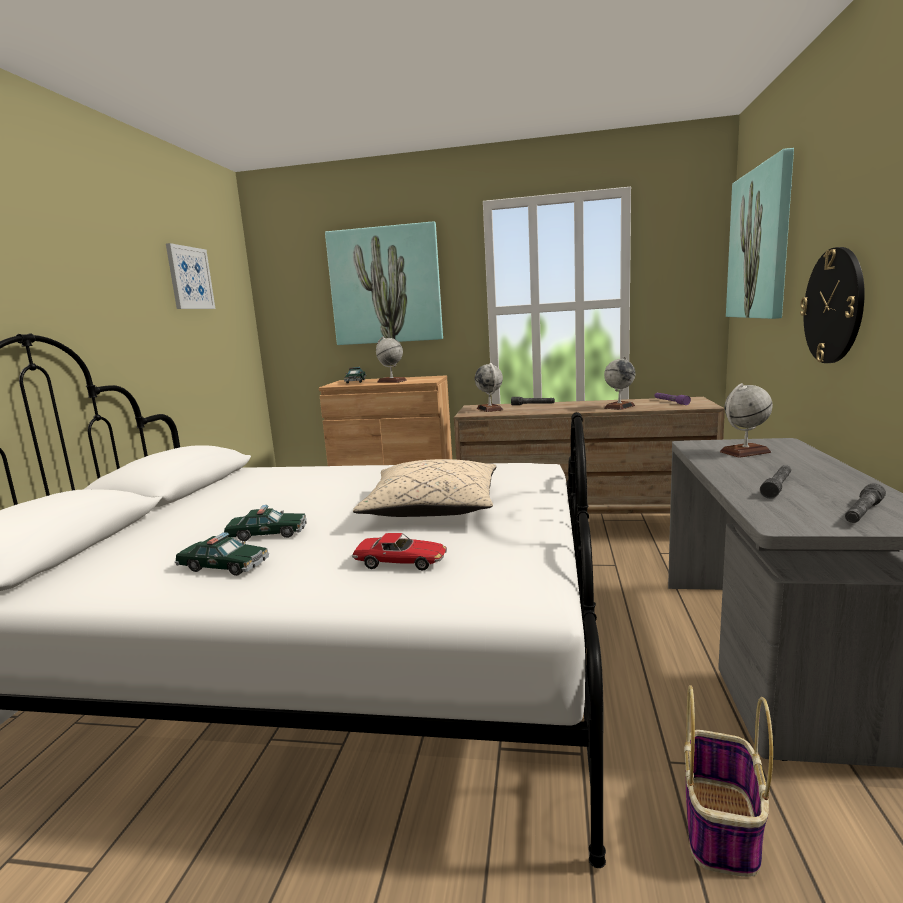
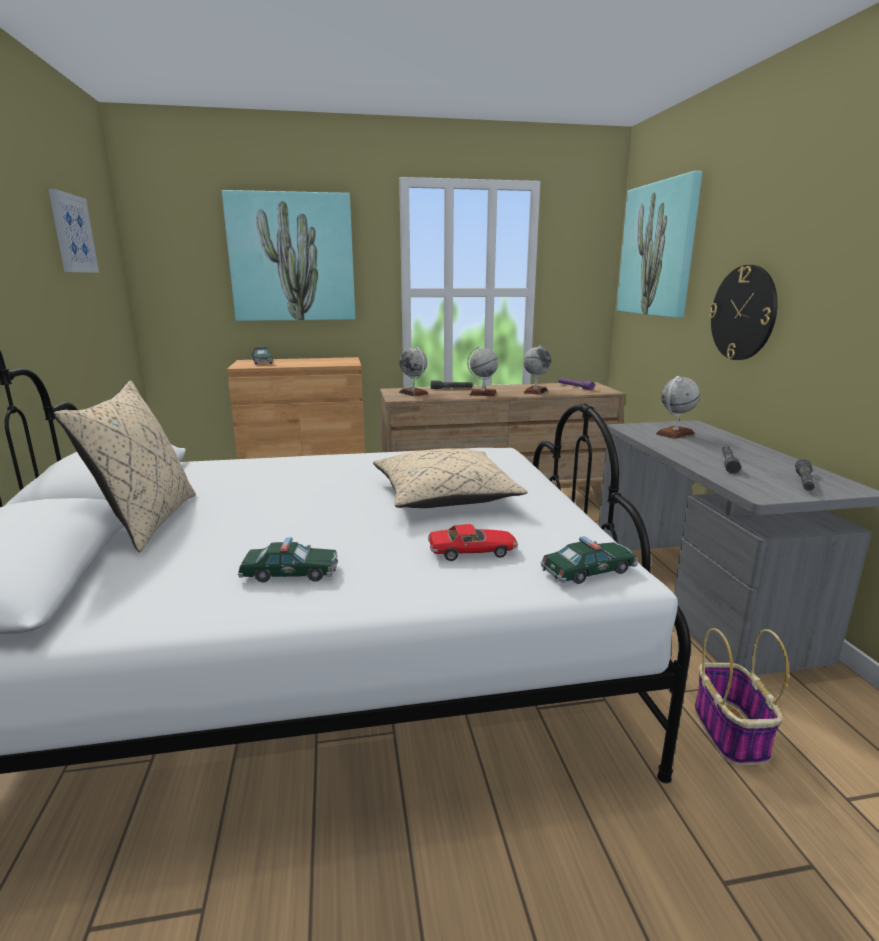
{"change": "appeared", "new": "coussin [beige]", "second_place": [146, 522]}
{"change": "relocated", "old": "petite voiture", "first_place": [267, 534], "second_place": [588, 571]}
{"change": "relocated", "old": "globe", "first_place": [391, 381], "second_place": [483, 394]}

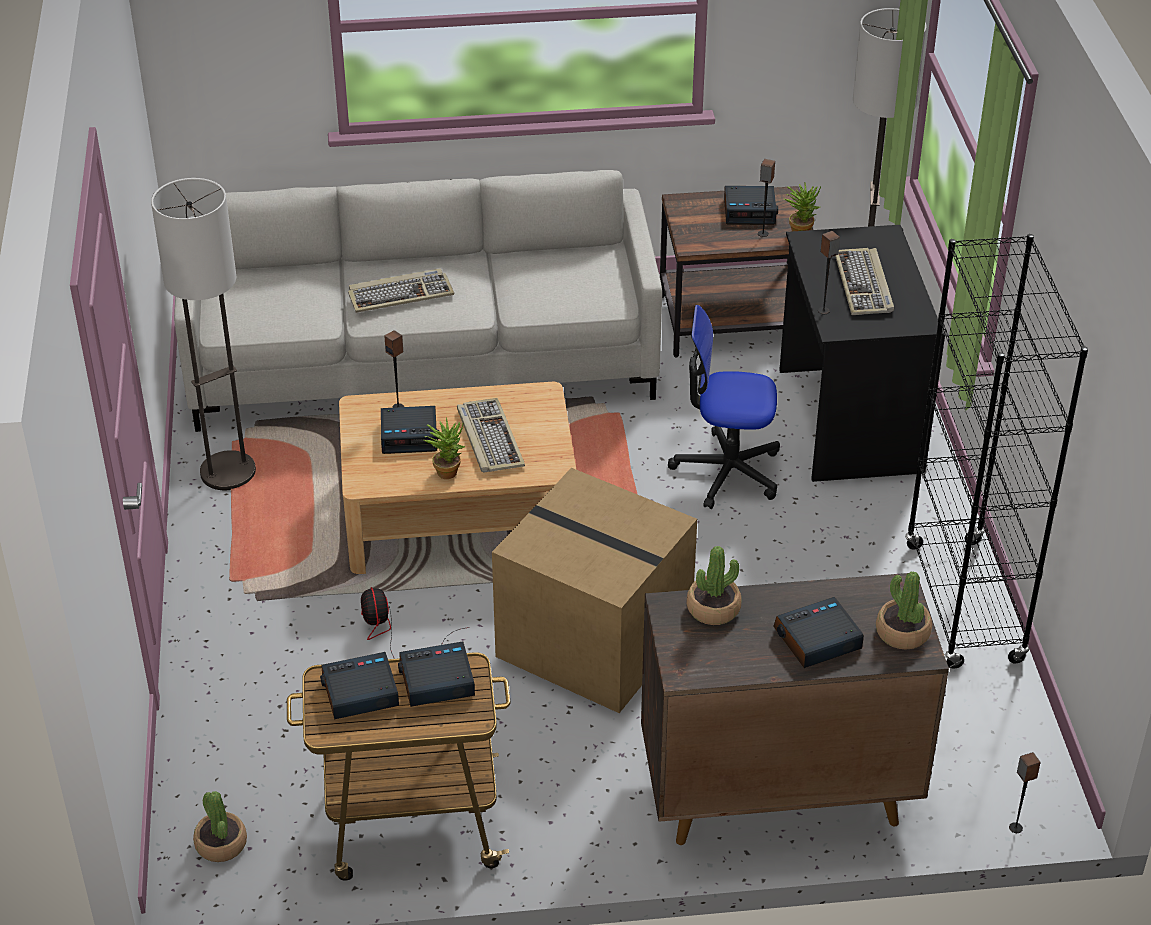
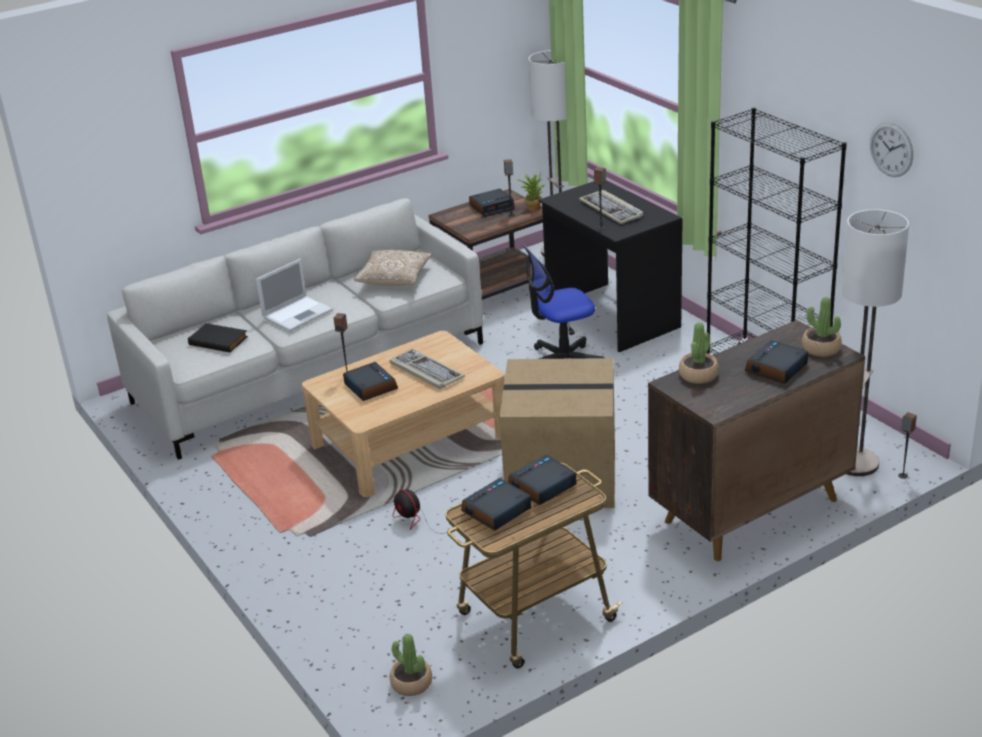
{"change": "missing", "old": "plante en pot", "first_place": [447, 470]}
{"change": "appeared", "new": "livre [noir]", "second_place": [219, 340]}
{"change": "appeared", "new": "coussin", "second_place": [394, 278]}
{"change": "appeared", "new": "horloge murale", "second_place": [891, 149]}
{"change": "relocated", "old": "lampadaire", "first_place": [228, 472], "second_place": [856, 463]}
{"change": "exchanged", "old": "clavier", "new": "ordinateur portable", "first_place": [401, 294], "second_place": [298, 313]}
{"change": "spun", "old": "réveil", "first_place": [410, 435], "second_place": [370, 387], "degrees": -90}

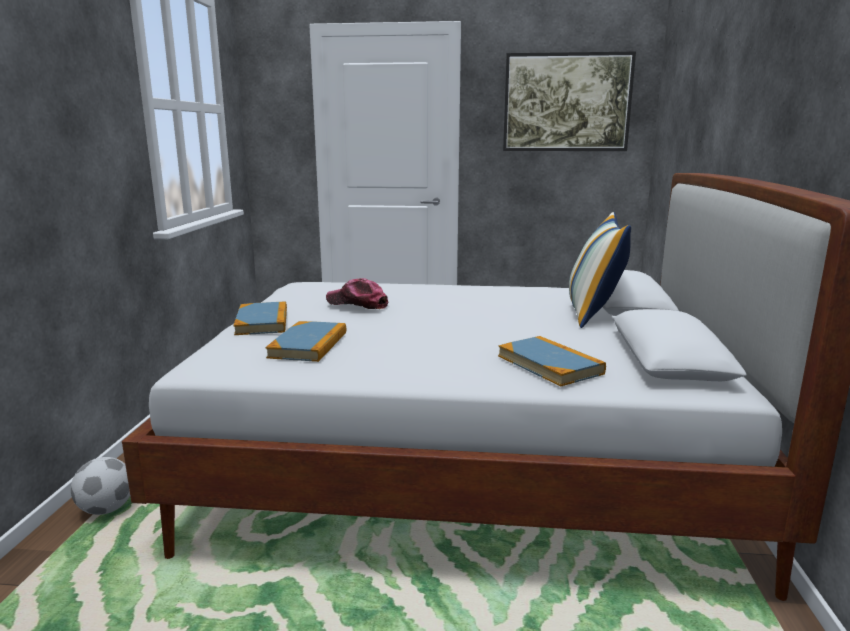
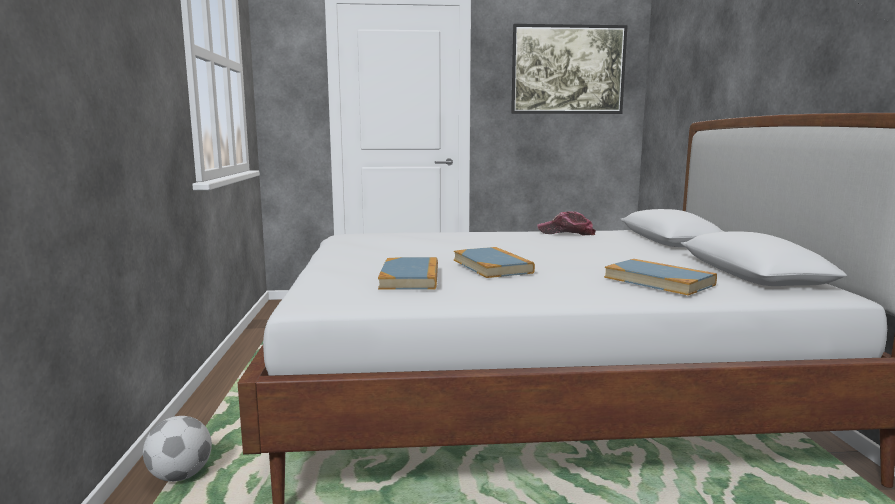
{"change": "missing", "old": "coussin", "first_place": [593, 313]}
{"change": "relocated", "old": "livre", "first_place": [262, 322], "second_place": [492, 266]}
{"change": "relocated", "old": "casquette", "first_place": [357, 303], "second_place": [566, 233]}

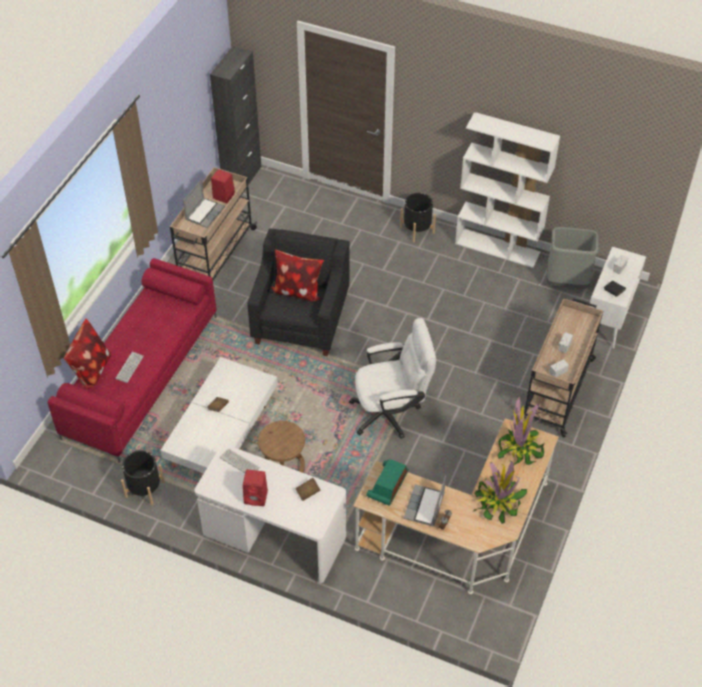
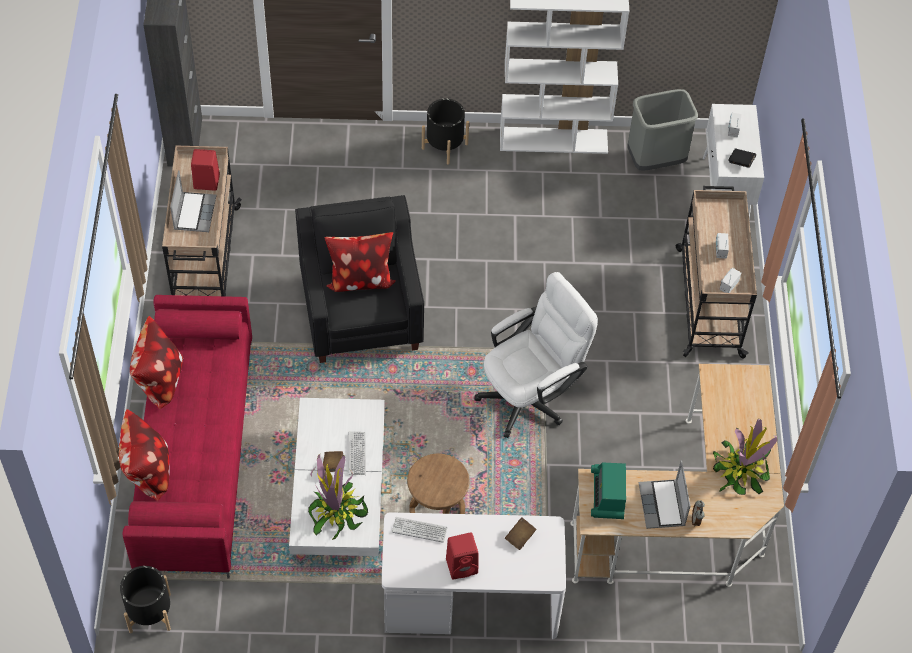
{"change": "appeared", "new": "coussin", "second_place": [159, 381]}
{"change": "relocated", "old": "clavier", "first_place": [129, 367], "second_place": [357, 454]}
{"change": "relocated", "old": "cache-pot [noir]", "first_place": [145, 489], "second_place": [150, 613]}
{"change": "relocated", "old": "plante en pot", "first_place": [519, 449], "second_place": [336, 512]}

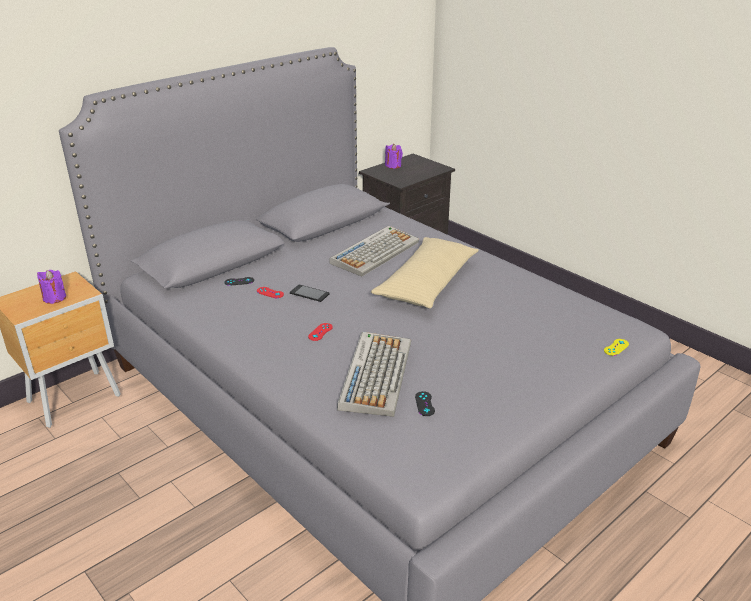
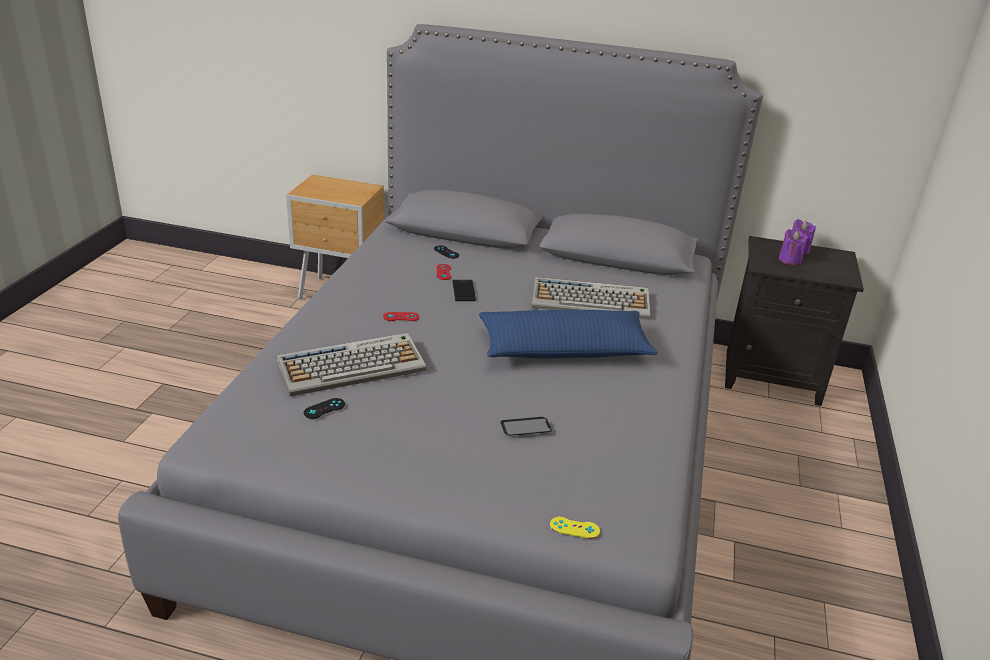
{"change": "appeared", "new": "téléphone", "second_place": [525, 427]}
{"change": "relocated", "old": "bougie [violet]", "first_place": [54, 298], "second_place": [789, 260]}
{"change": "colour", "old": "coussin [beige]", "new": "coussin [bleu]", "first_place": [427, 283], "second_place": [564, 349]}

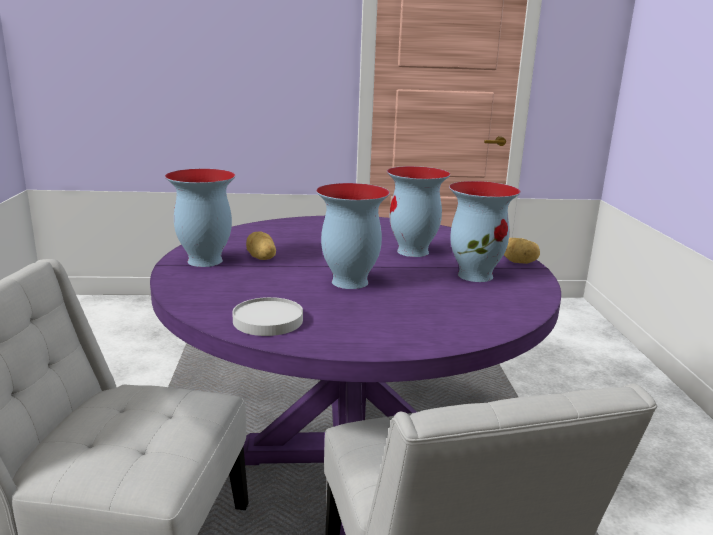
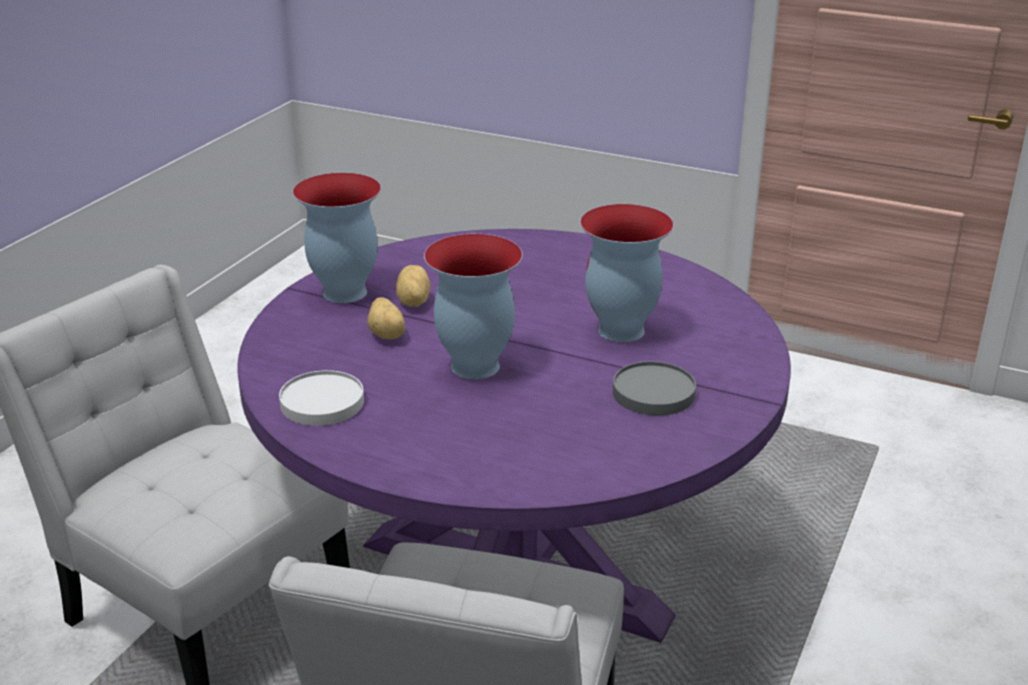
{"change": "relocated", "old": "pomme de terre", "first_place": [518, 262], "second_place": [387, 334]}
{"change": "exchanged", "old": "vase", "new": "assiette [gris]", "first_place": [475, 275], "second_place": [654, 393]}

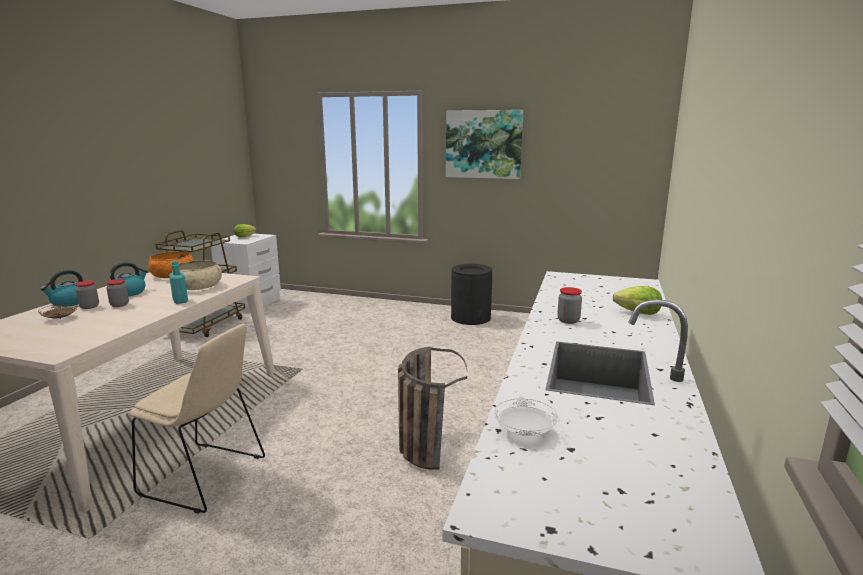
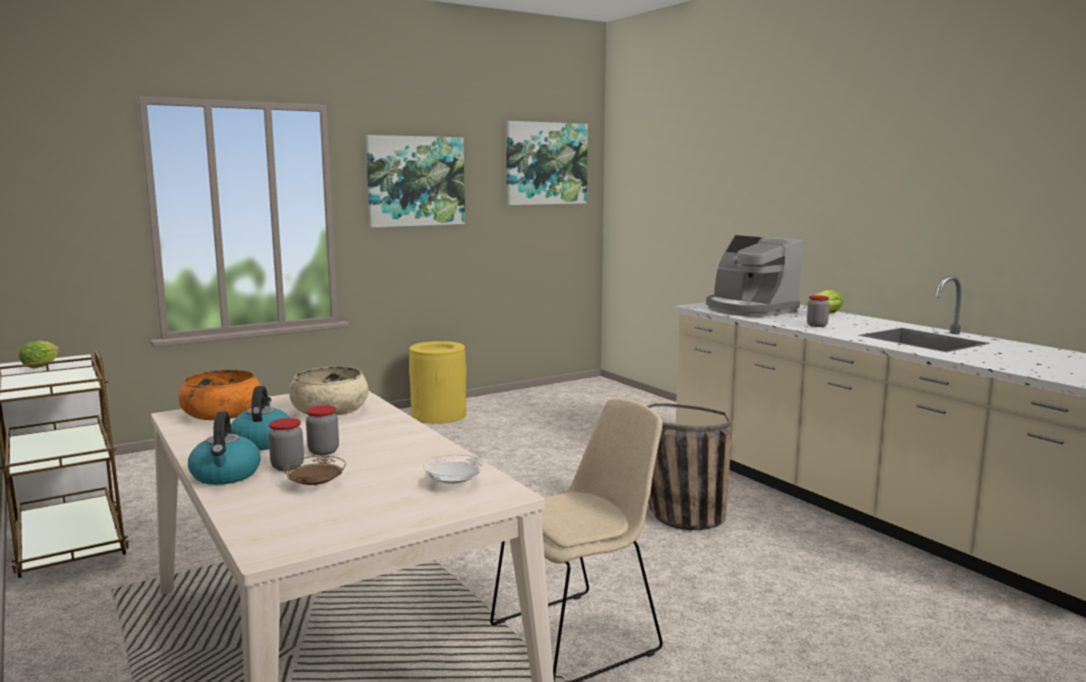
{"change": "missing", "old": "bouteille [turquoise]", "first_place": [180, 301]}
{"change": "appeared", "new": "tableau", "second_place": [546, 163]}
{"change": "appeared", "new": "machine à café", "second_place": [748, 309]}
{"change": "relocated", "old": "assiette [blanc]", "first_place": [524, 432], "second_place": [453, 483]}
{"change": "colour", "old": "poubelle [noir]", "new": "poubelle [jaune]", "first_place": [471, 318], "second_place": [439, 415]}

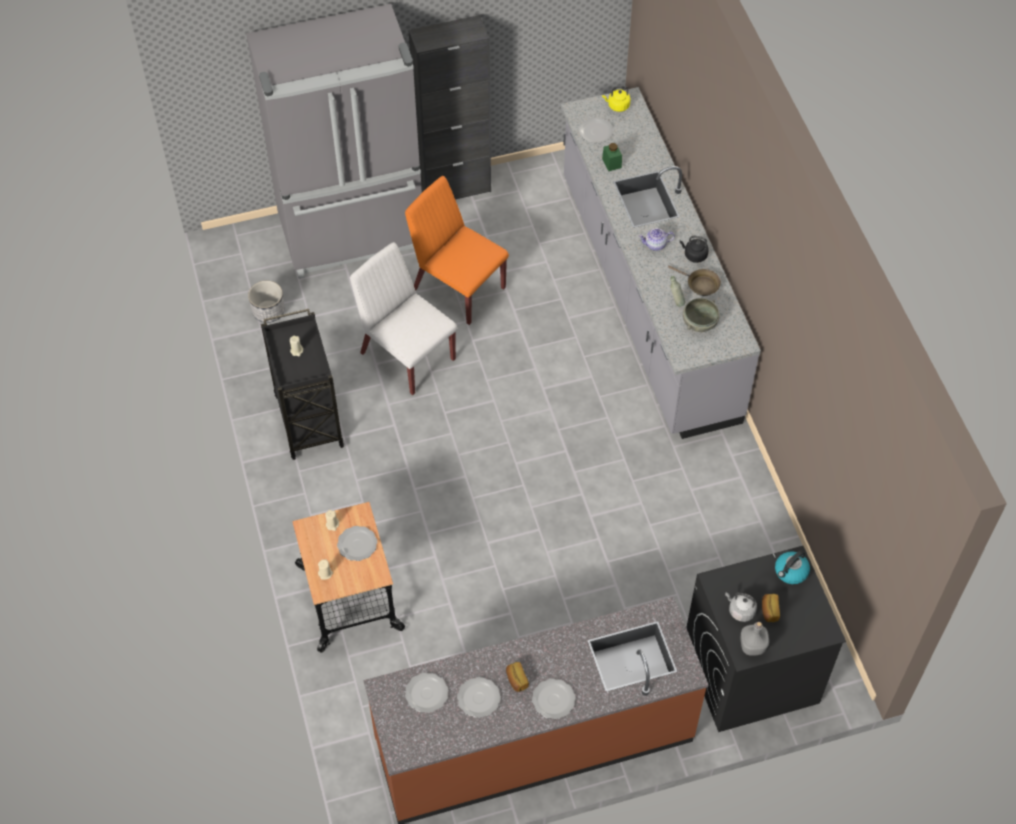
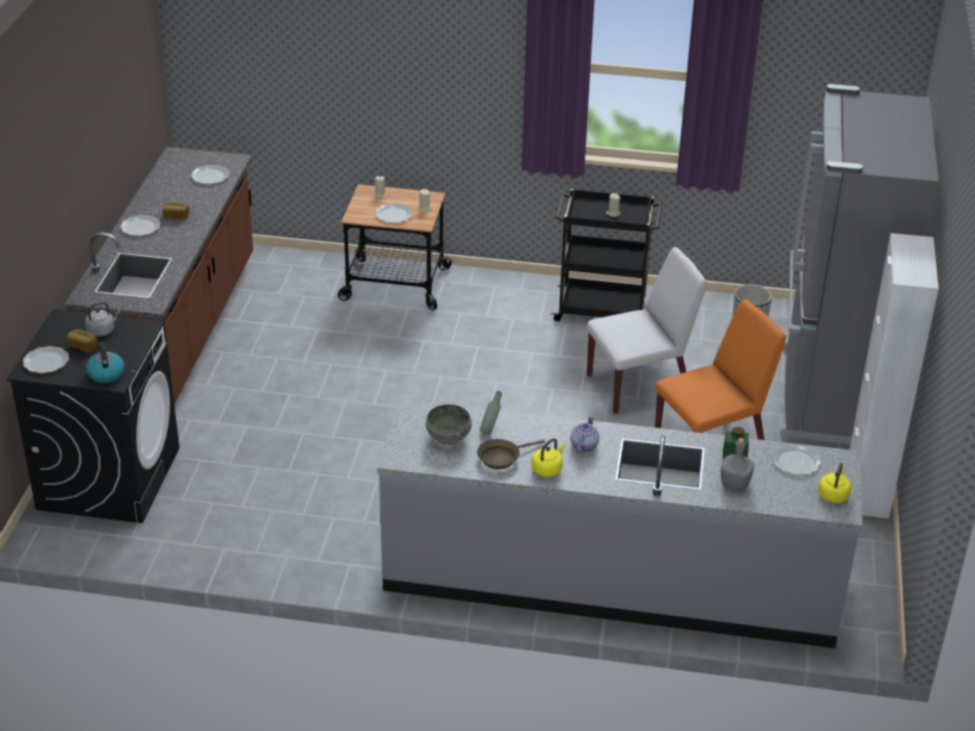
{"change": "relocated", "old": "assiette", "first_place": [478, 697], "second_place": [47, 361]}
{"change": "relocated", "old": "bouteille [gris]", "first_place": [752, 647], "second_place": [734, 484]}
{"change": "colour", "old": "meuble de rangement [noir]", "new": "meuble de rangement [blanc]", "first_place": [454, 188], "second_place": [867, 487]}
{"change": "colour", "old": "bouilloire [noir]", "new": "bouilloire [jaune]", "first_place": [694, 255], "second_place": [548, 469]}

